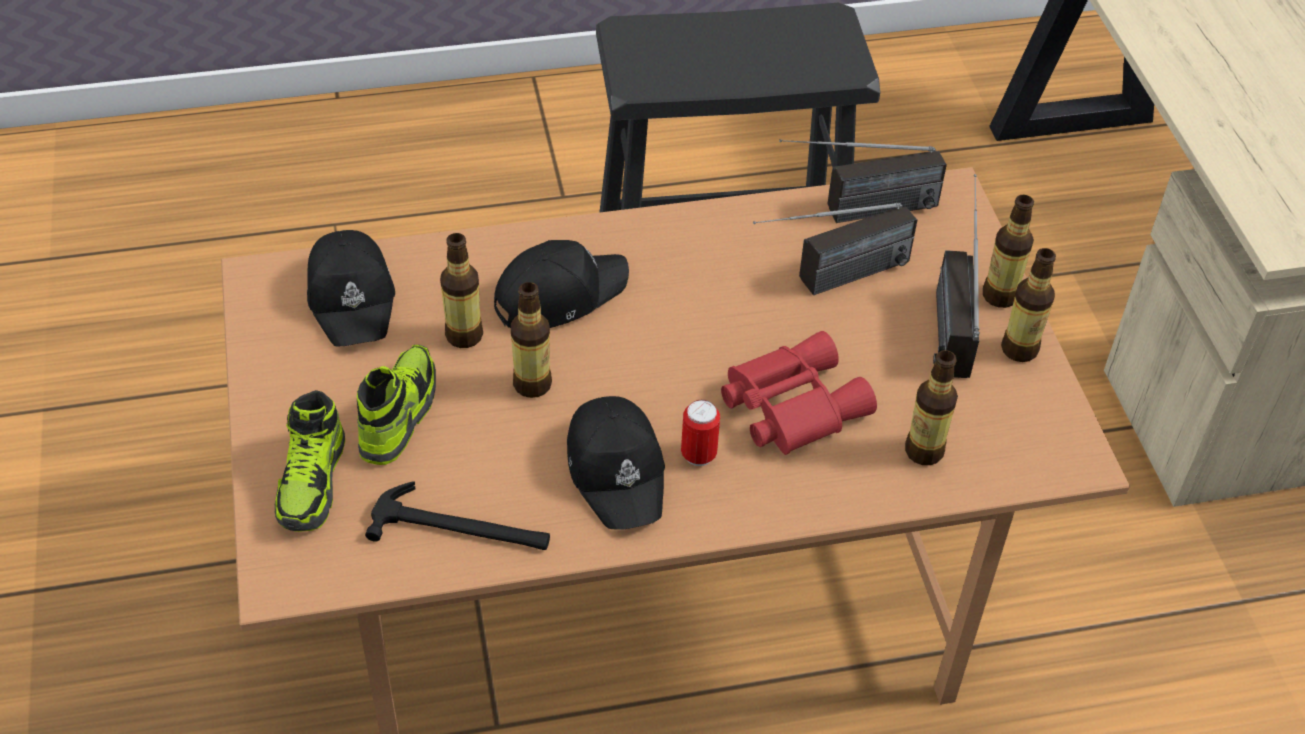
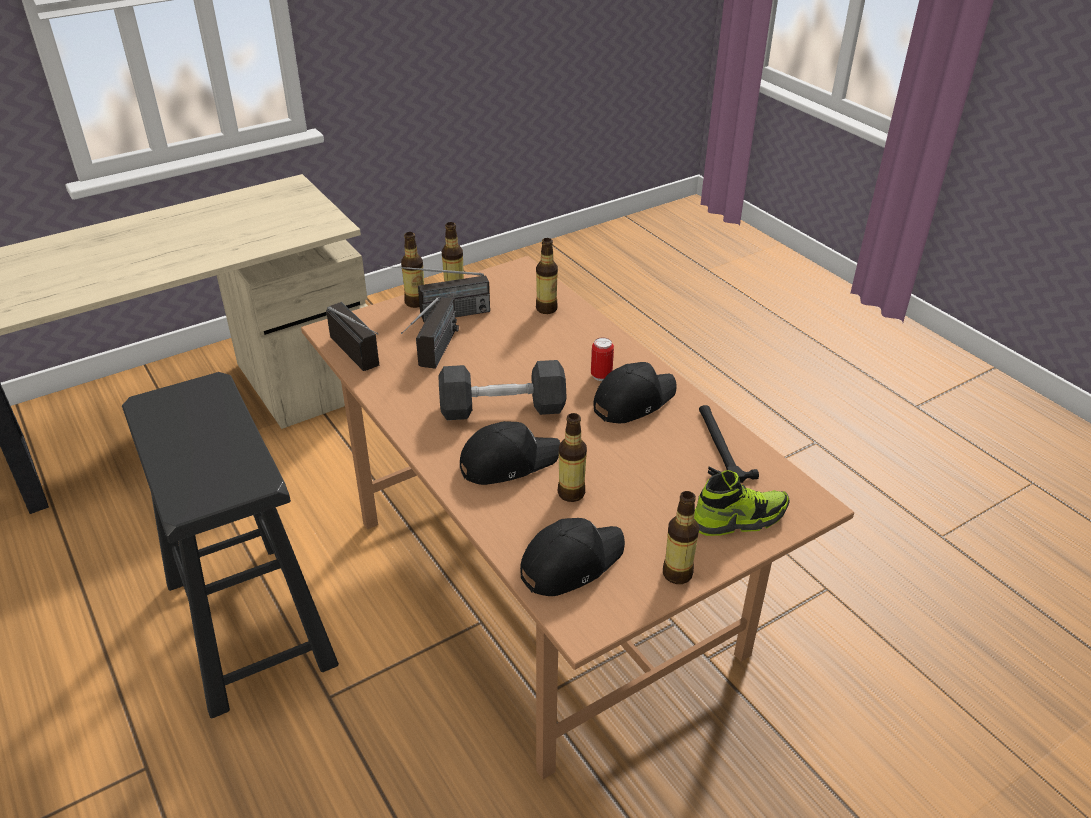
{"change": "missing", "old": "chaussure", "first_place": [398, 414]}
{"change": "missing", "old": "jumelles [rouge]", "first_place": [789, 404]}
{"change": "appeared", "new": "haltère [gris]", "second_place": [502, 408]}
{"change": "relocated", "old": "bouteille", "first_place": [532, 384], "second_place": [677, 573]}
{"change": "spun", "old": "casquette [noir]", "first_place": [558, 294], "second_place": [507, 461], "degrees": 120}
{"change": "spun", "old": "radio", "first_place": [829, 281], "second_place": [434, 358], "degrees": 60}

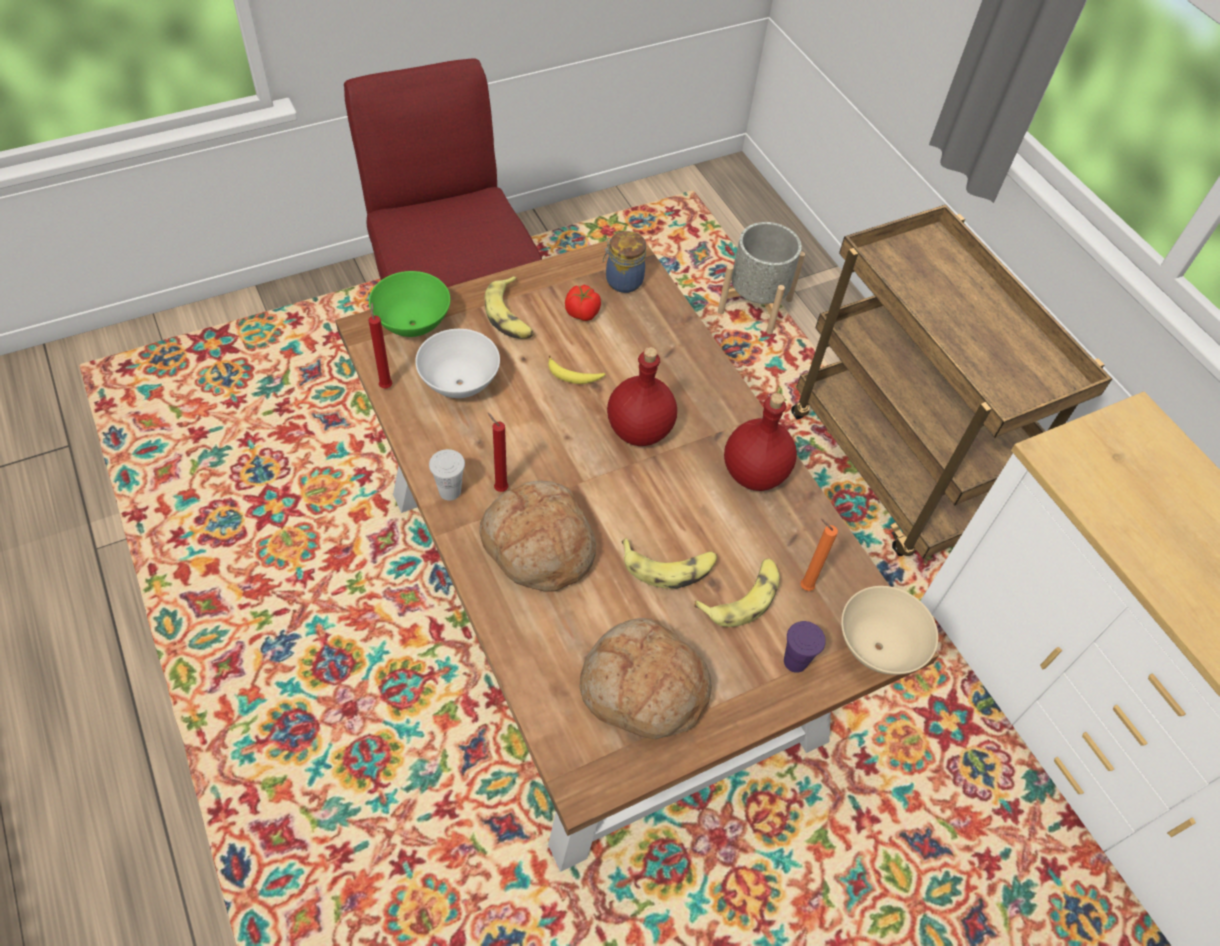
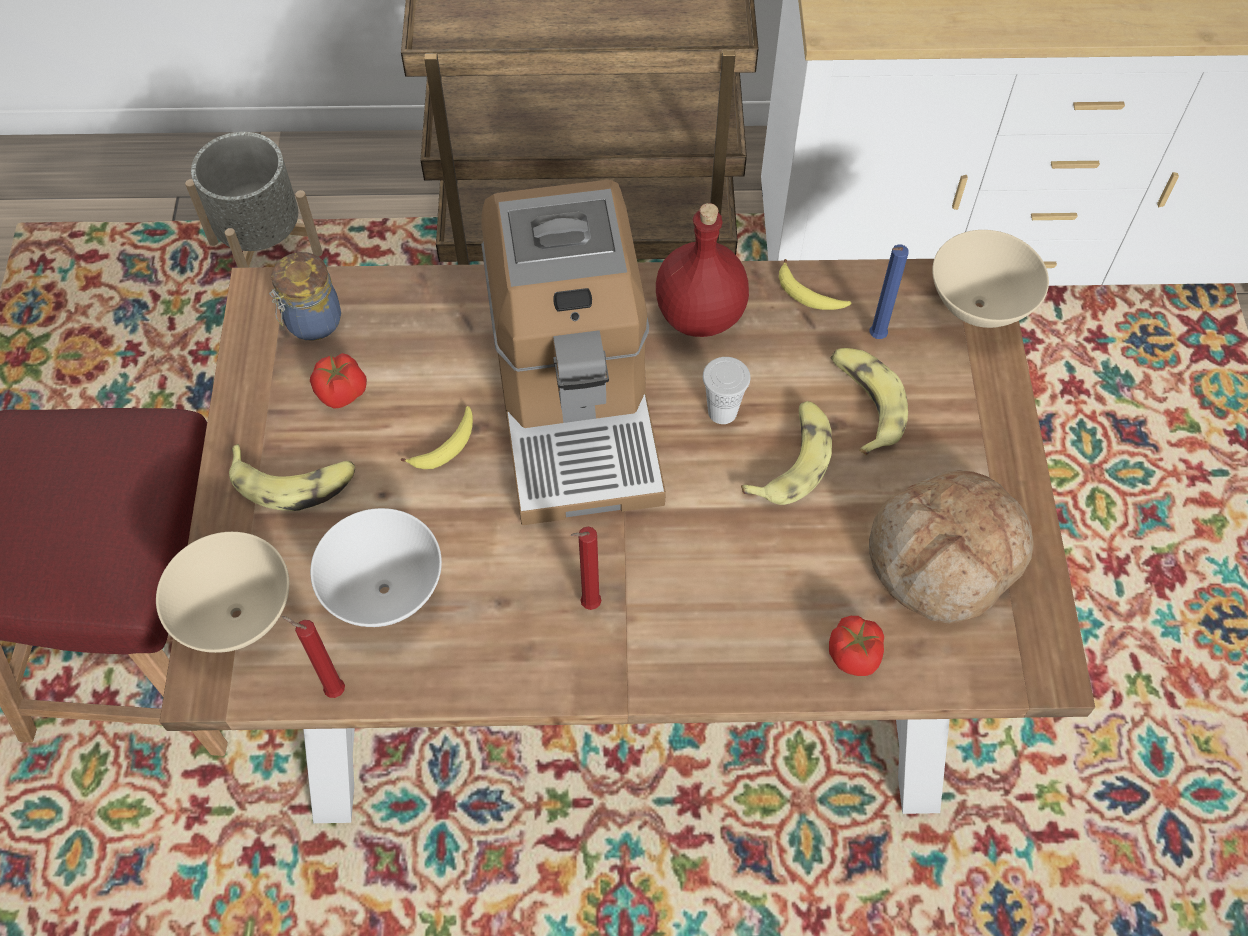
{"change": "missing", "old": "pain", "first_place": [537, 546]}
{"change": "missing", "old": "tasse [violet]", "first_place": [795, 661]}
{"change": "appeared", "new": "banane", "second_place": [809, 295]}
{"change": "appeared", "new": "tomate", "second_place": [854, 654]}
{"change": "relocated", "old": "tasse [blanc]", "first_place": [450, 491], "second_place": [722, 412]}
{"change": "exchanged", "old": "bouteille [rouge]", "new": "machine à café", "first_place": [640, 430], "second_place": [575, 406]}
{"change": "colour", "old": "bol [vert]", "new": "bol [beige]", "first_place": [414, 325], "second_place": [238, 614]}
{"change": "colour", "old": "bougie [orange]", "new": "bougie [bleu]", "first_place": [804, 586], "second_place": [875, 338]}

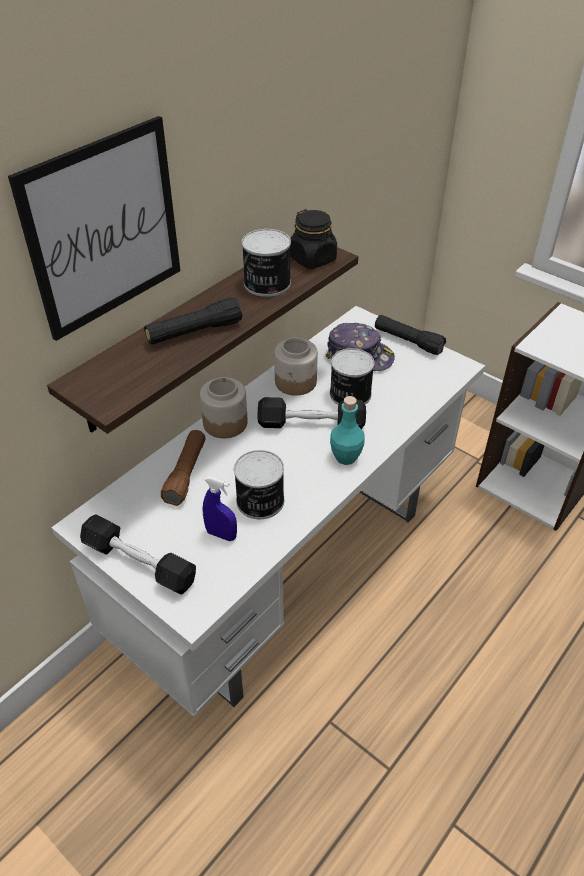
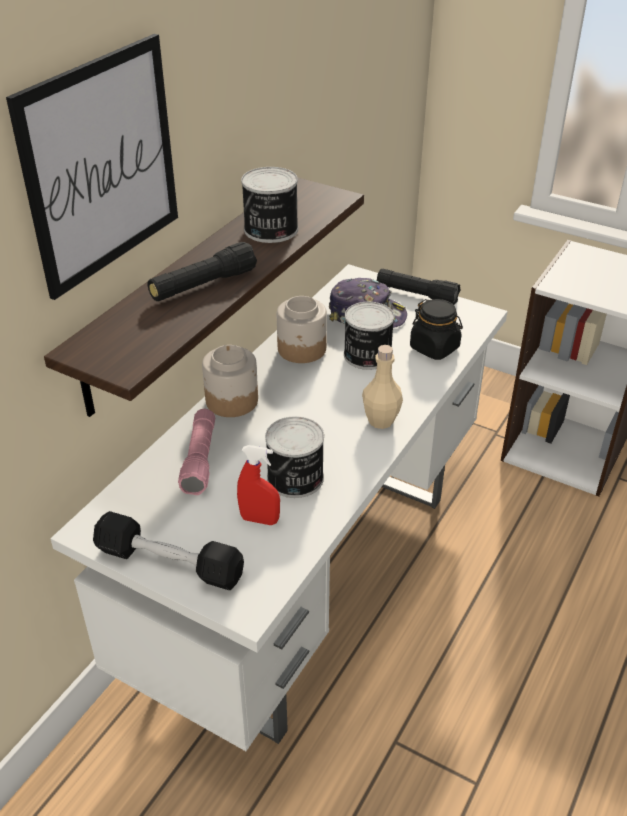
{"change": "missing", "old": "haltère [noir]", "first_place": [311, 424]}
{"change": "relocated", "old": "bocal [noir]", "first_place": [313, 259], "second_place": [434, 348]}
{"change": "colour", "old": "lampe de poche [marron]", "new": "lampe de poche [rose]", "first_place": [186, 473], "second_place": [200, 459]}
{"change": "colour", "old": "vaporisateur [bleu]", "new": "vaporisateur [rouge]", "first_place": [221, 534], "second_place": [259, 519]}
{"change": "colour", "old": "bouteille [turquoise]", "new": "bouteille [beige]", "first_place": [346, 457], "second_place": [380, 421]}

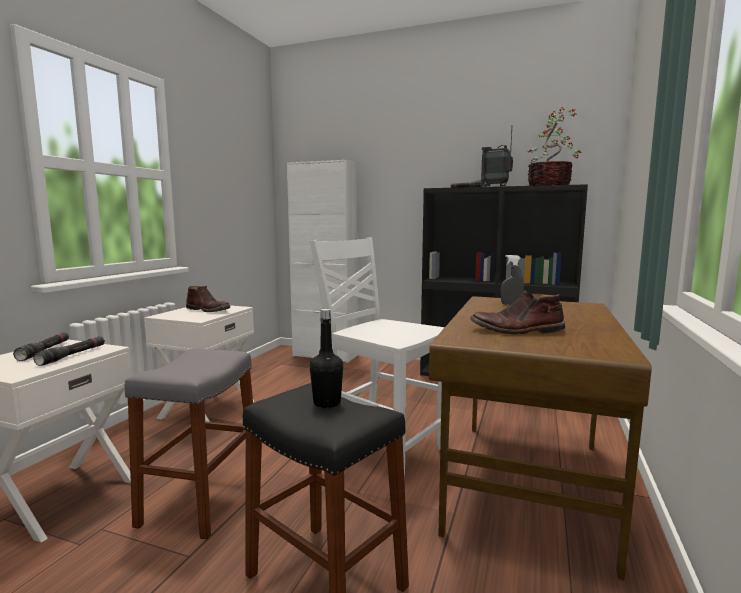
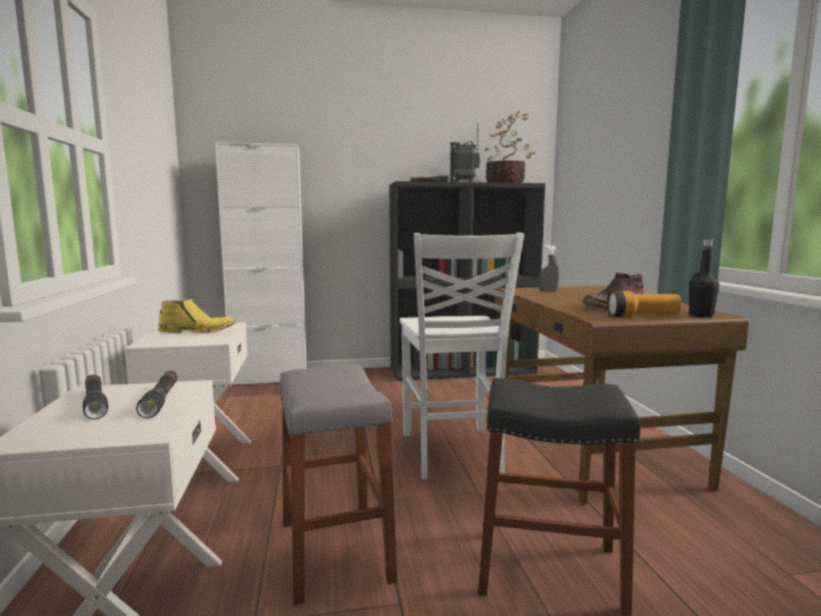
{"change": "appeared", "new": "lampe de poche", "second_place": [642, 316]}
{"change": "relocated", "old": "bouteille [noir]", "first_place": [327, 403], "second_place": [701, 315]}
{"change": "colour", "old": "botte [marron]", "new": "botte [jaune]", "first_place": [209, 310], "second_place": [198, 331]}
{"change": "spun", "old": "chaise [blanc]", "first_place": [382, 450], "second_place": [452, 453], "degrees": -105}

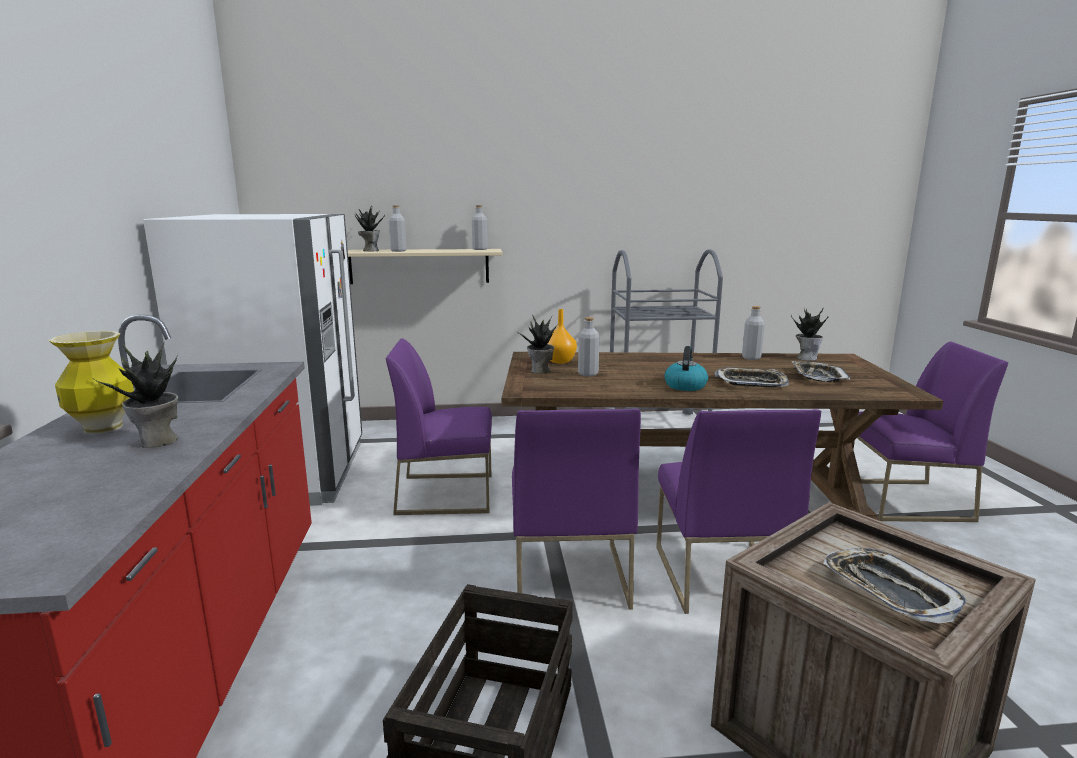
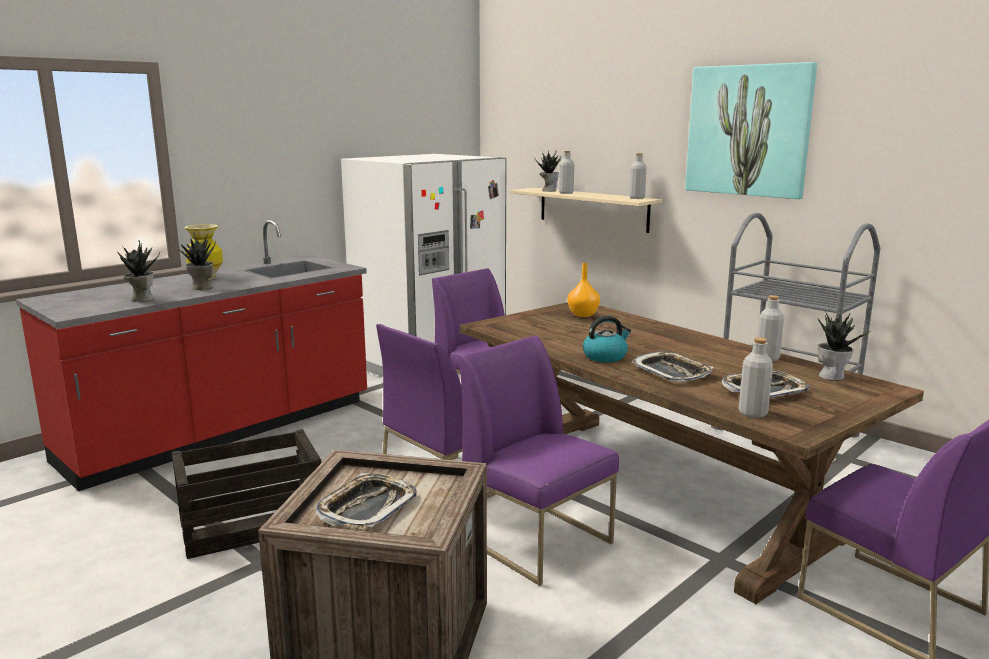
{"change": "appeared", "new": "tableau", "second_place": [748, 130]}
{"change": "relocated", "old": "plante en pot", "first_place": [540, 371], "second_place": [141, 299]}
{"change": "relocated", "old": "bouteille [gris]", "first_place": [588, 374], "second_place": [752, 413]}
{"change": "spun", "old": "chaise [violet]", "first_place": [719, 575], "second_place": [537, 539], "degrees": 90}

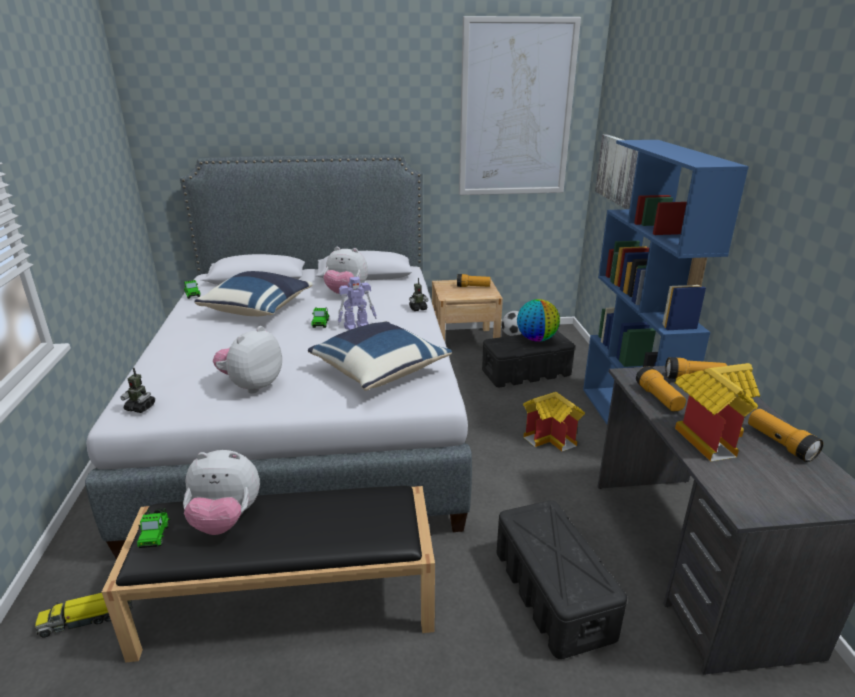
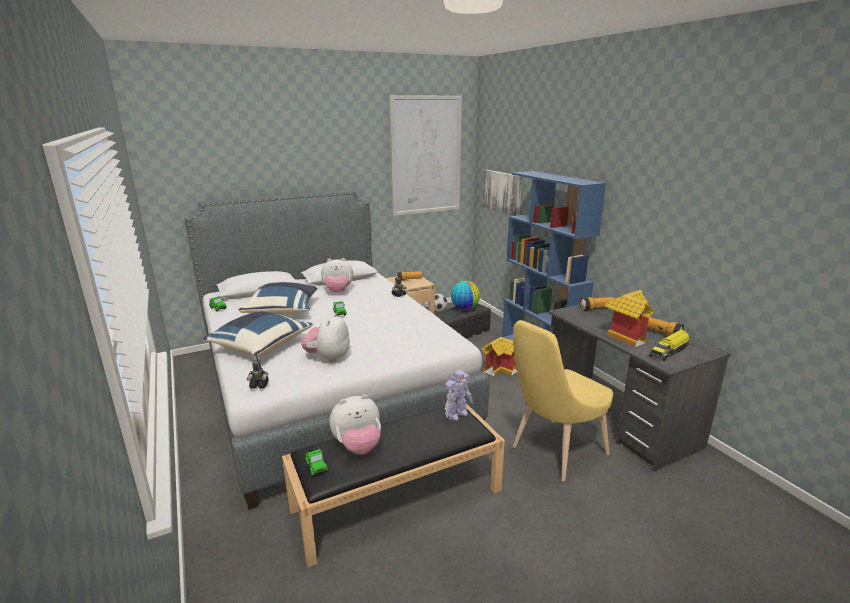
{"change": "missing", "old": "lampe de poche", "first_place": [659, 398]}
{"change": "relocated", "old": "camion jouet", "first_place": [88, 618], "second_place": [669, 351]}
{"change": "relocated", "old": "coussin [bleu]", "first_place": [379, 371], "second_place": [260, 346]}
{"change": "relocated", "old": "robot jouet", "first_place": [357, 326], "second_place": [457, 414]}
{"change": "exchanged", "old": "boîte de rangement [noir]", "new": "chaise [jaune]", "first_place": [552, 592], "second_place": [554, 452]}

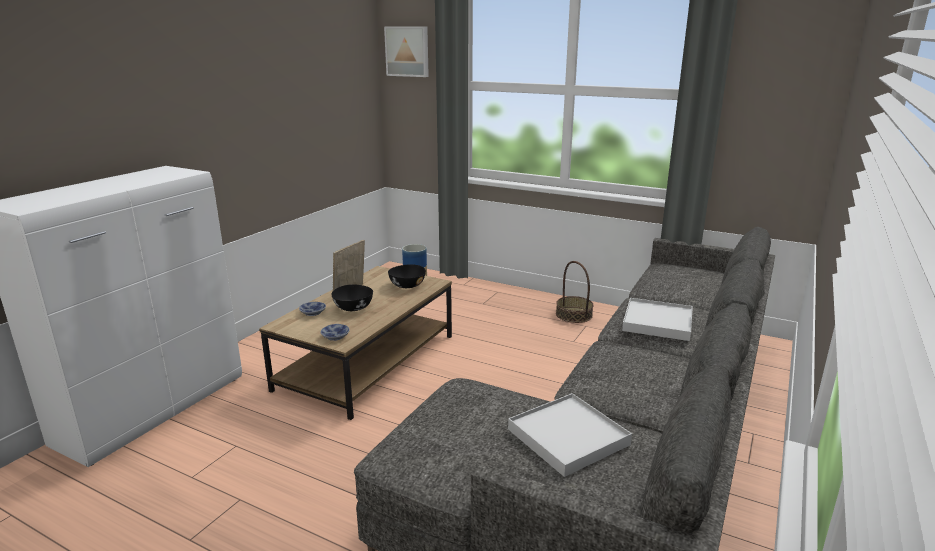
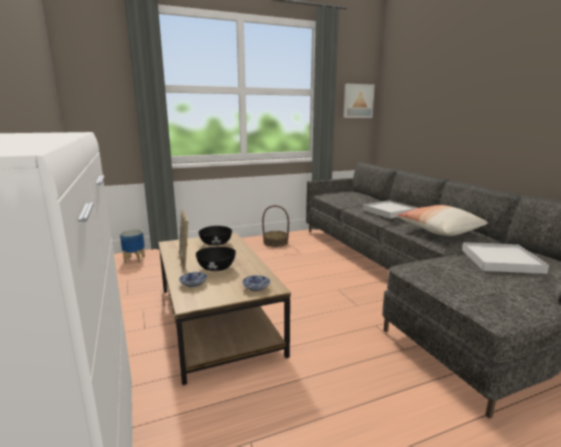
{"change": "appeared", "new": "coussin", "second_place": [438, 230]}
{"change": "relocated", "old": "tableau", "first_place": [408, 51], "second_place": [357, 101]}

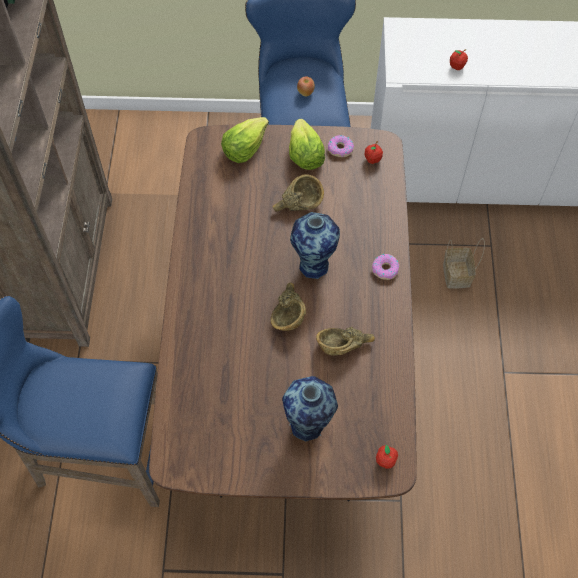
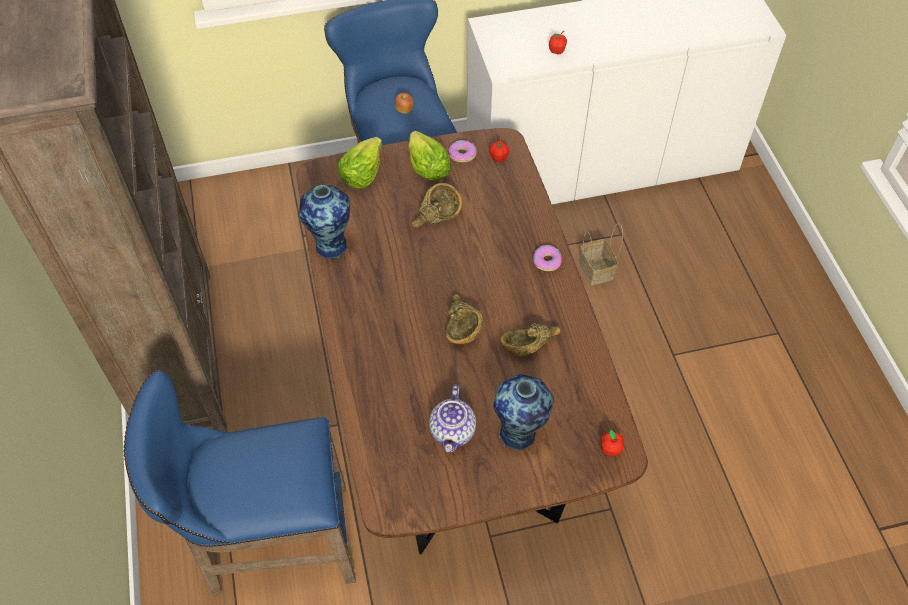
{"change": "appeared", "new": "théière", "second_place": [453, 432]}
{"change": "relocated", "old": "vase", "first_place": [314, 264], "second_place": [331, 244]}

